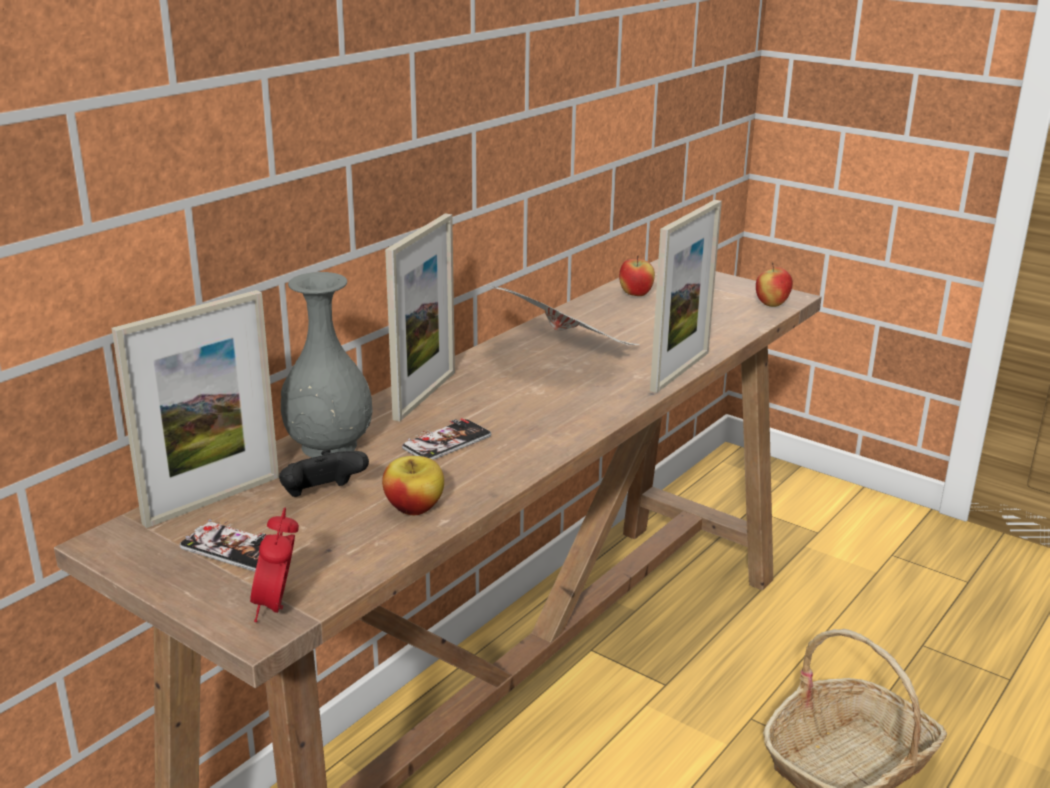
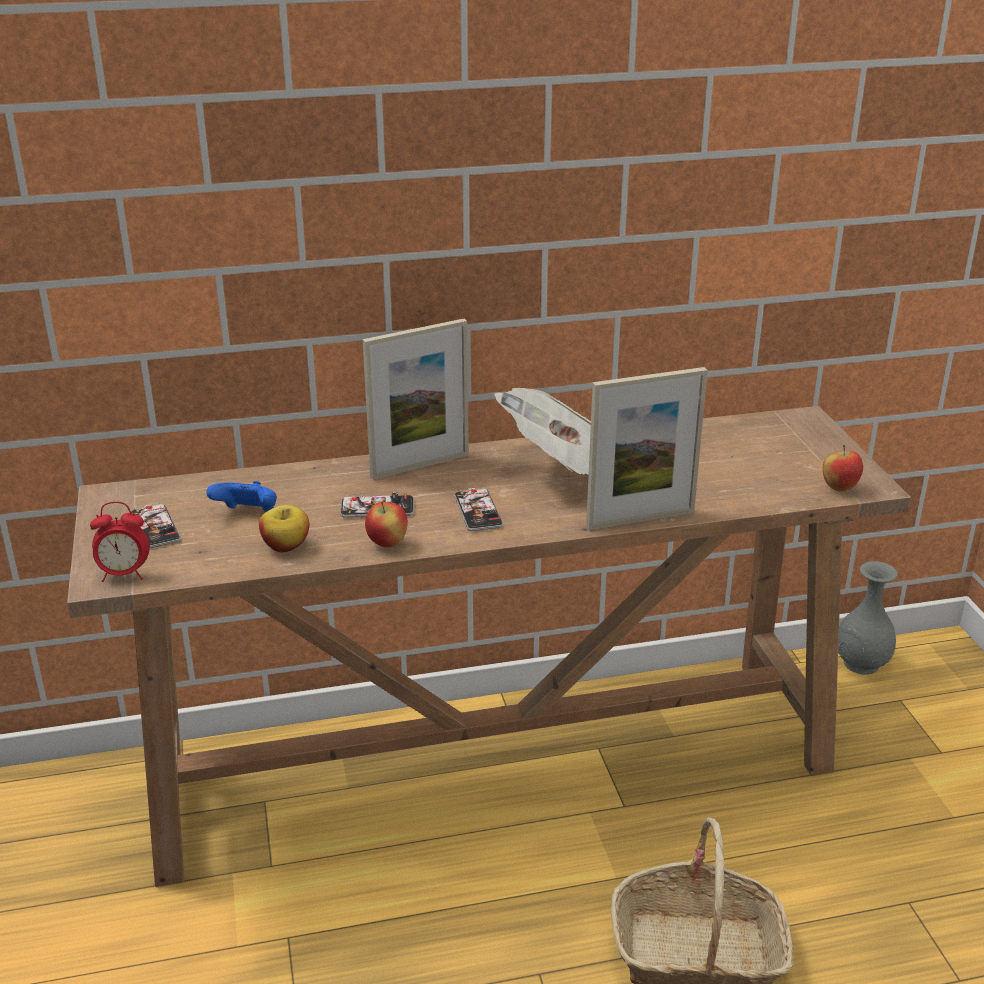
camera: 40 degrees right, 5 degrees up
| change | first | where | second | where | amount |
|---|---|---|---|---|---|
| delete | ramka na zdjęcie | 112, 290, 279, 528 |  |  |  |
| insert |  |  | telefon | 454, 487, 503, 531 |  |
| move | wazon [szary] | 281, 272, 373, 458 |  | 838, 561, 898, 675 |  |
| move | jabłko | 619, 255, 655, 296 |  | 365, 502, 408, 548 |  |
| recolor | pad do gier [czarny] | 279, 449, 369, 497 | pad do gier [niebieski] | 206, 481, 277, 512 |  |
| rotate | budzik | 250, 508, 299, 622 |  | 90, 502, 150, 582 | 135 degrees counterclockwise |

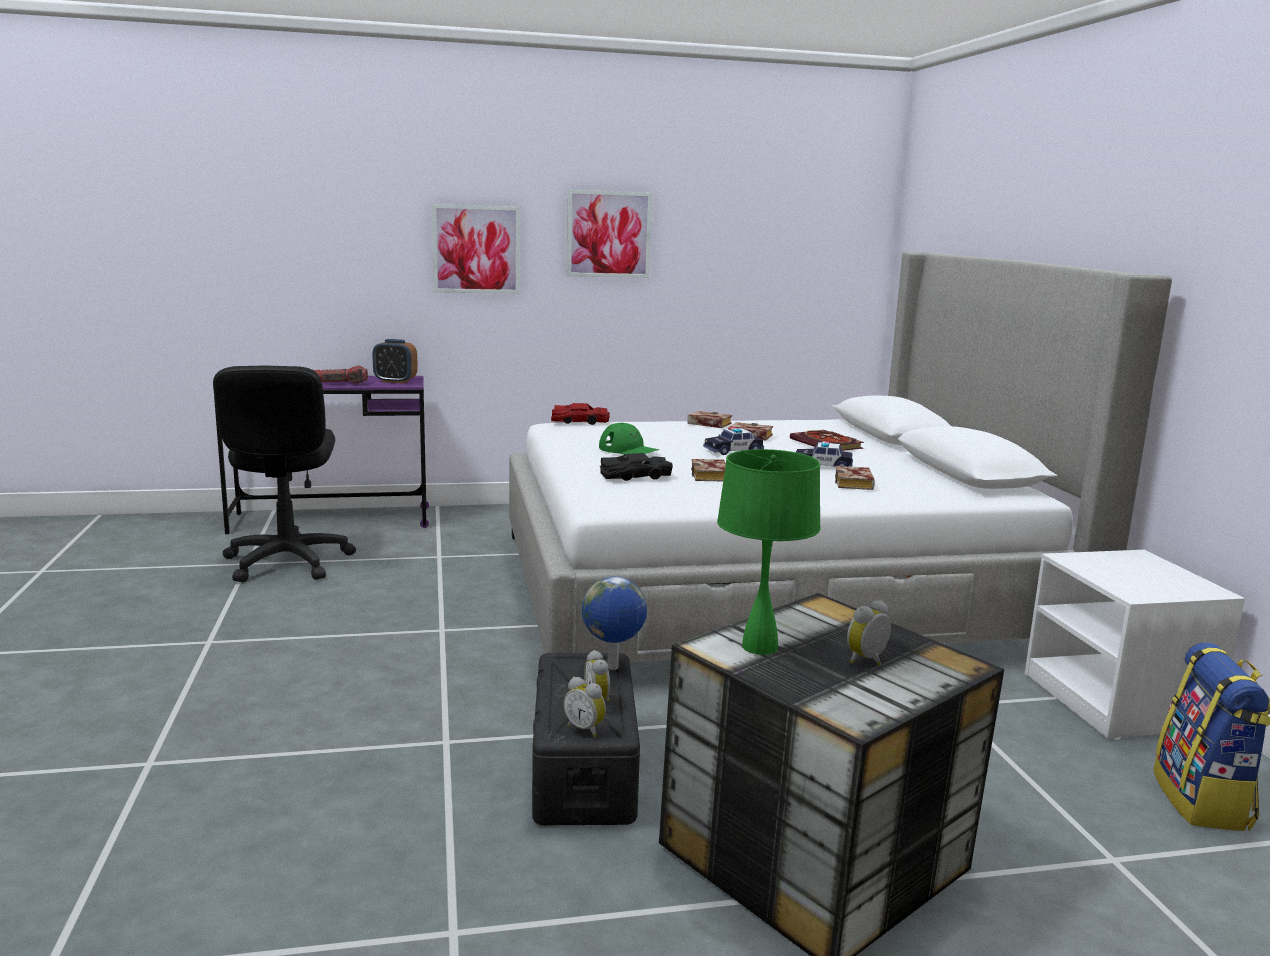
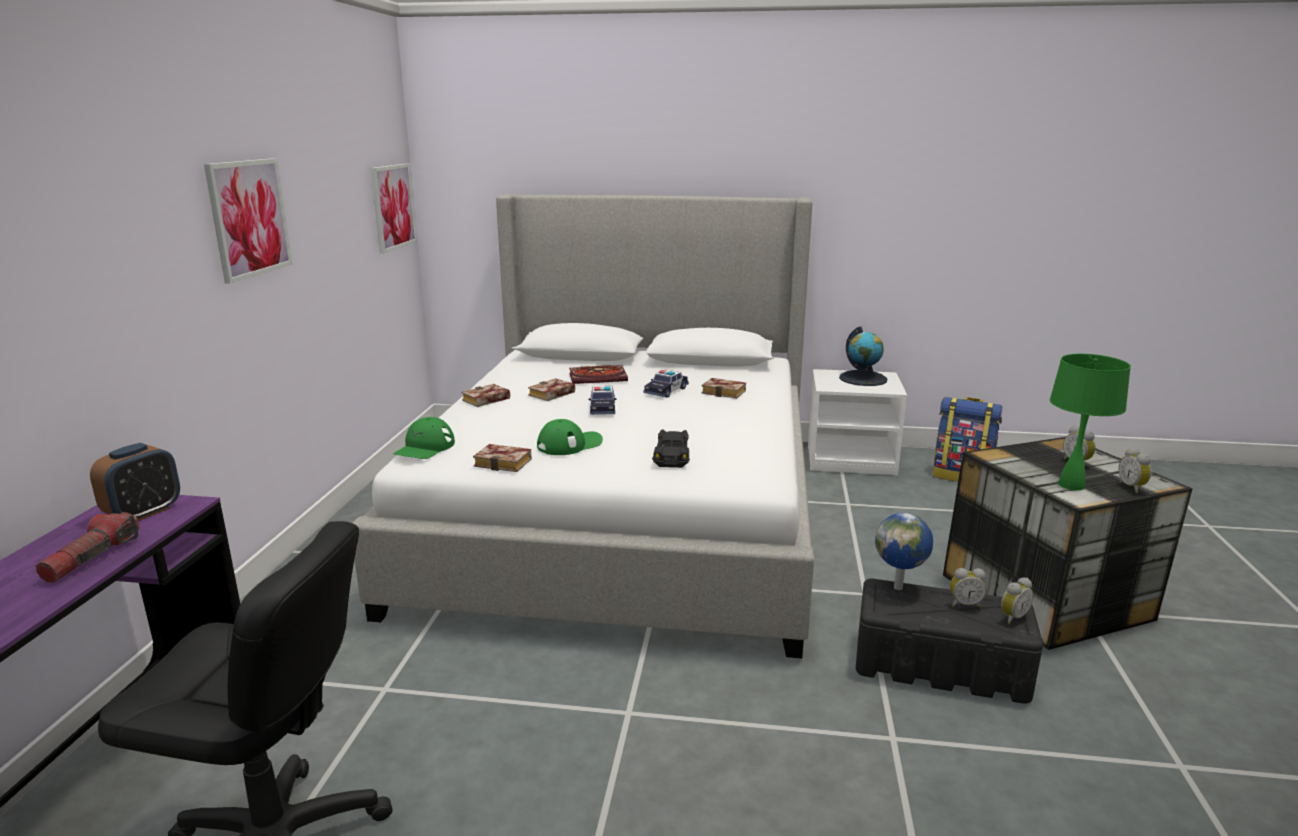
camera: 70 degrees left, 5 degrees up
| change | first | where | second | where | amount |
|---|---|---|---|---|---|
| insert |  |  | globus | 839, 326, 887, 386 |  |
| insert |  |  | budzik | 1118, 447, 1151, 493 |  |
| move | obraz | 432, 204, 520, 294 |  | 371, 164, 417, 253 |  |
| move | książka | 691, 459, 726, 481 |  | 473, 444, 532, 472 |  |
| replace | samochodzik [czerwony] | 551, 403, 610, 425 | czapka z daszkiem [zielony] | 393, 417, 455, 459 |  |

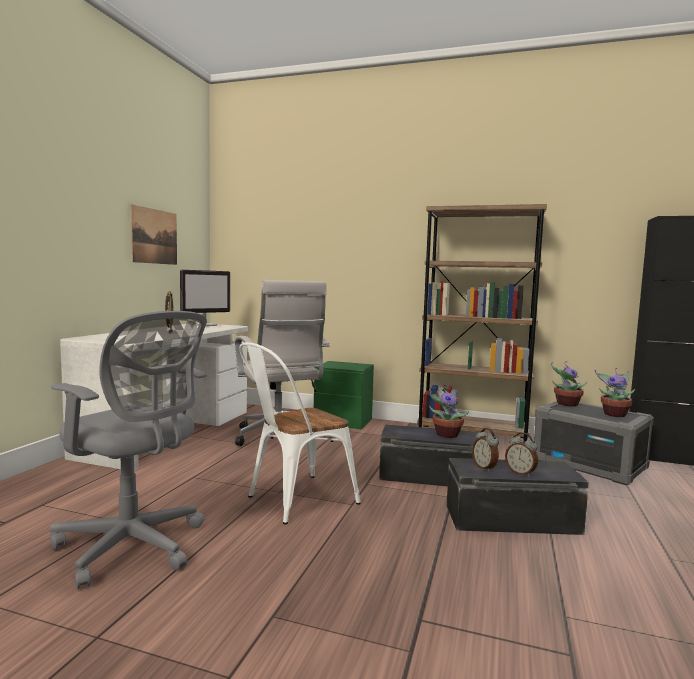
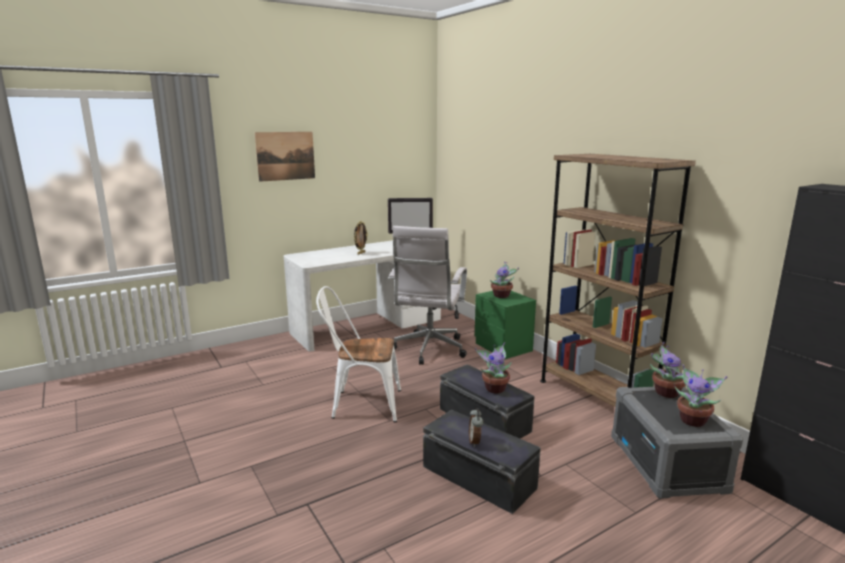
camera: 40 degrees right, 10 degrees up
| change | first | where | second | where | amount |
|---|---|---|---|---|---|
| delete | krzesło biurowe [szary] | 50, 311, 207, 589 |  |  |  |
| delete | budzik | 472, 428, 499, 472 |  |  |  |
| insert |  |  | roślina doniczkowa | 490, 261, 519, 298 |  |
| move | obraz | 131, 204, 177, 265 |  | 255, 132, 315, 182 |  |

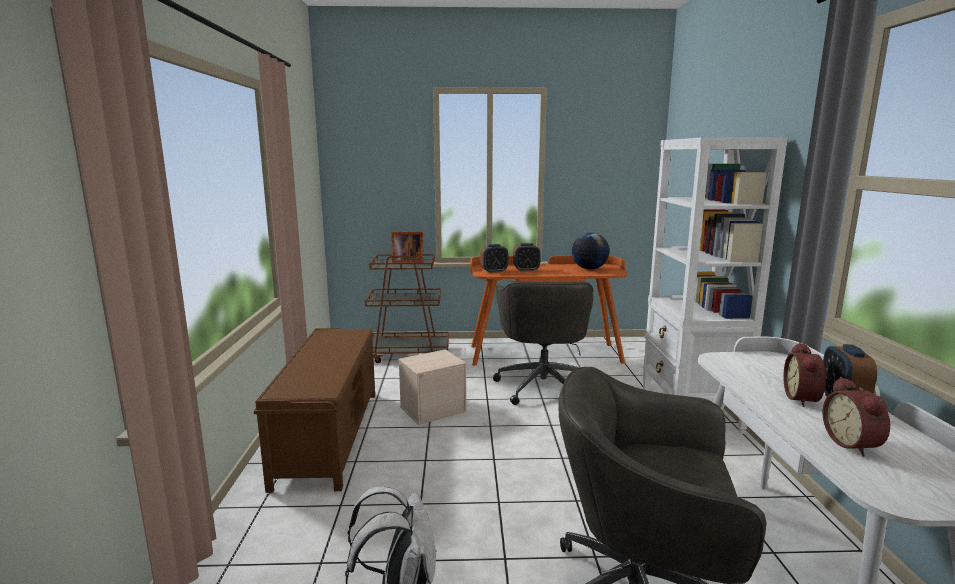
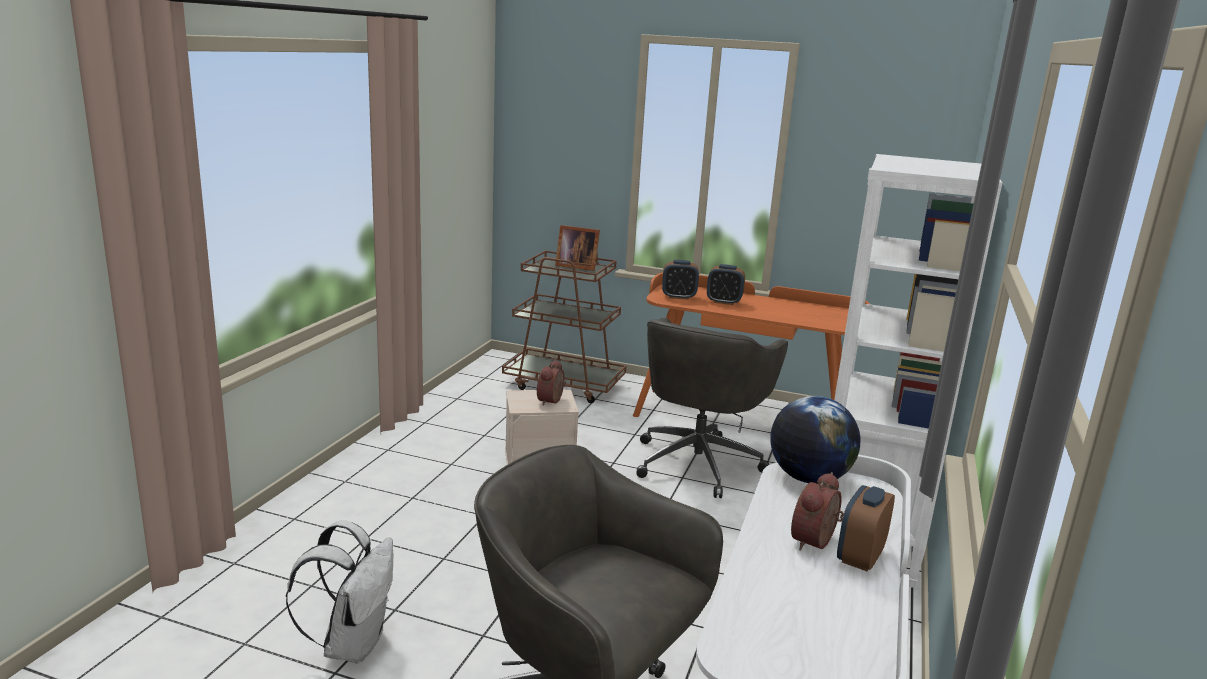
camera: 20 degrees right, 5 degrees up
| change | first | where | second | where | amount |
|---|---|---|---|---|---|
| delete | ławka [brązowy] | 254, 328, 375, 493 |  |  |  |
| move | globus | 572, 232, 610, 270 |  | 770, 396, 861, 484 |  |
| move | budzik | 823, 377, 890, 457 |  | 537, 360, 566, 406 |  |

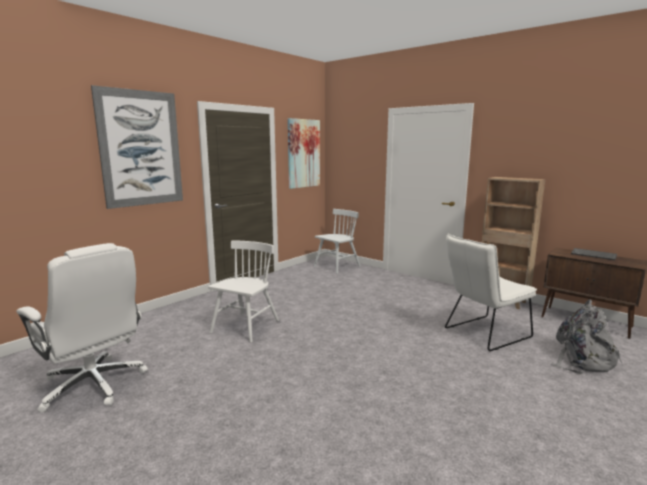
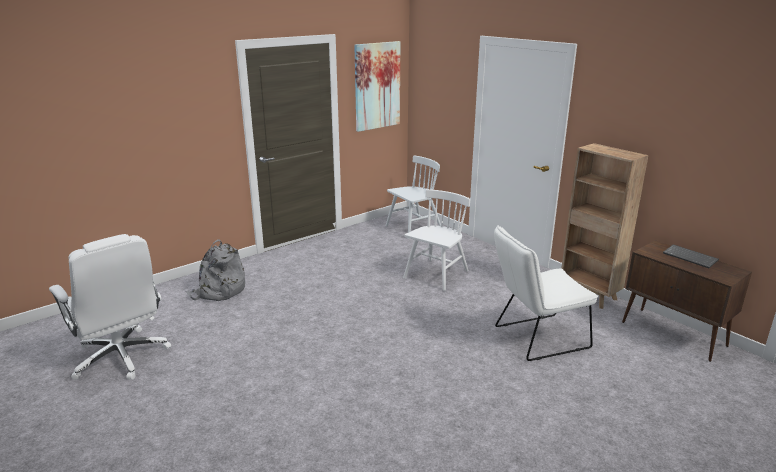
camera: 10 degrees right, 10 degrees up
| change | first | where | second | where | amount |
|---|---|---|---|---|---|
| delete | obraz | 91, 85, 183, 209 |  |  |  |
| move | krzesło [biały] | 208, 240, 279, 343 |  | 403, 189, 470, 291 |  |
| move | plecak [szary] | 551, 299, 622, 374 |  | 186, 239, 245, 301 |  |

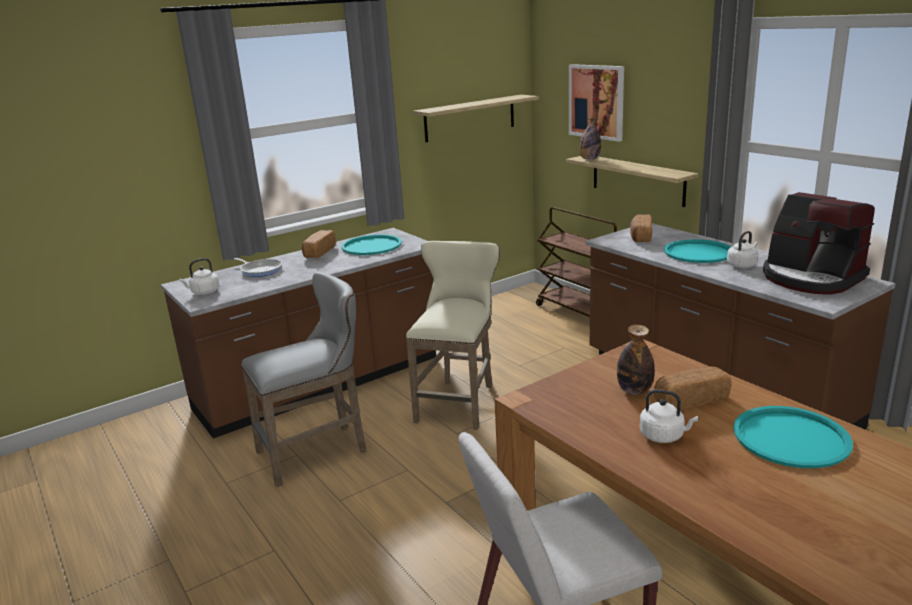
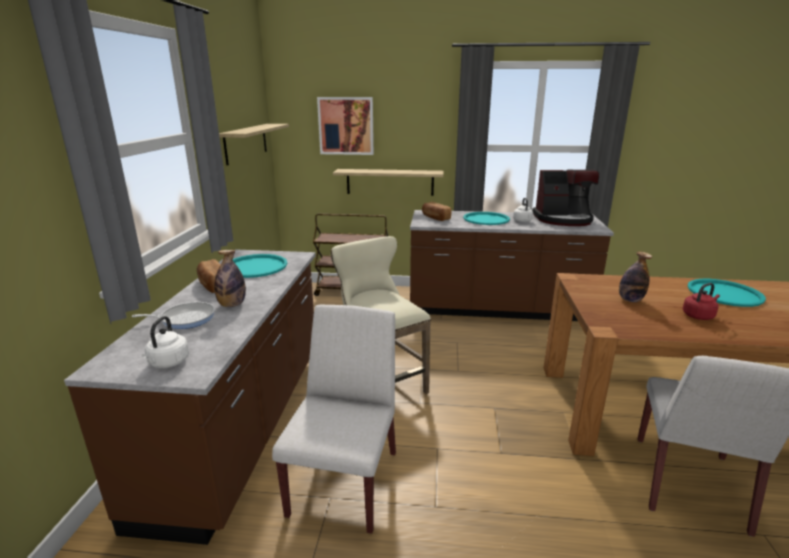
camera: 50 degrees left, 0 degrees up
| change | first | where | second | where | amount |
|---|---|---|---|---|---|
| delete | chleb | 654, 367, 731, 409 |  |  |  |
| move | butelka | 580, 118, 601, 160 |  | 214, 250, 246, 307 |  |
| replace | stołek [szary] | 241, 272, 366, 487 | krzesło [biały] | 272, 304, 396, 534 |  |
| recolor | czajnik [biały] | 640, 389, 698, 443 | czajnik [czerwony] | 683, 283, 720, 320 |  |

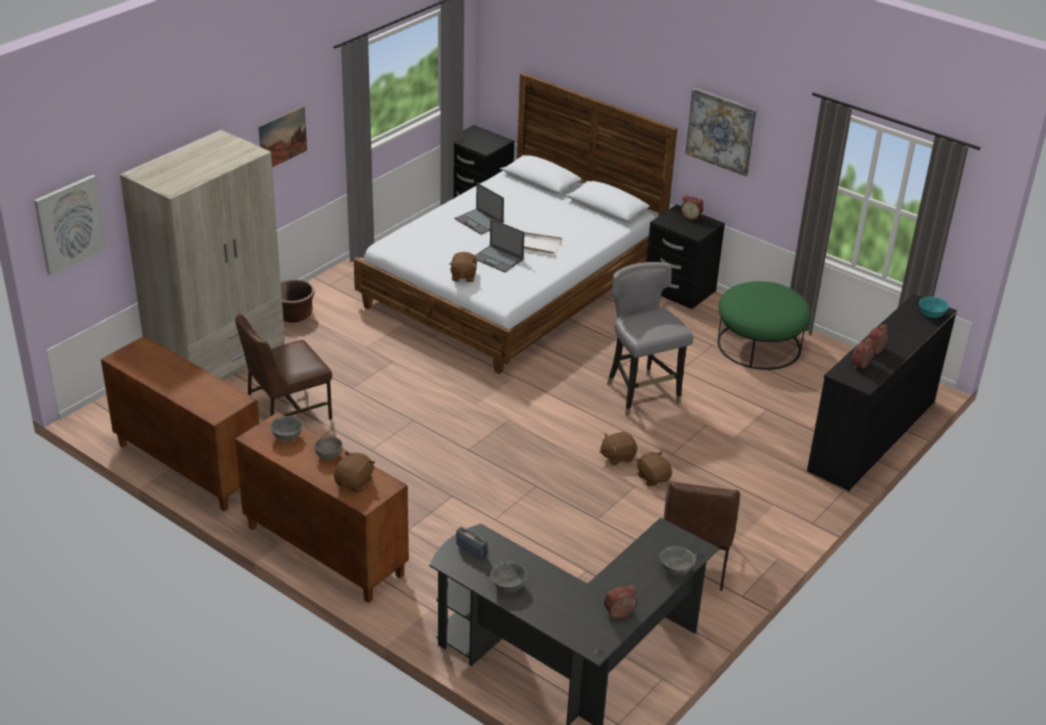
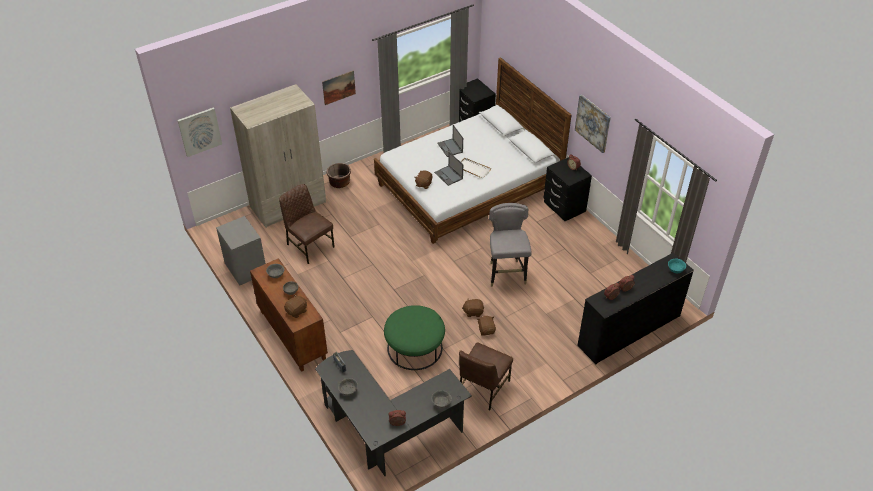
camera: 20 degrees right, 10 degrees up
| change | first | where | second | where | amount |
|---|---|---|---|---|---|
| move | pufa [zielony] | 717, 281, 811, 370 |  | 384, 305, 445, 370 |  |
| replace | szafka [brązowy] | 101, 336, 259, 512 | szafka nocna [szary] | 216, 216, 266, 285 |  |
| rotate | krzesło [brązowy] | 235, 315, 332, 419 |  | 279, 184, 335, 264 | 60 degrees clockwise |

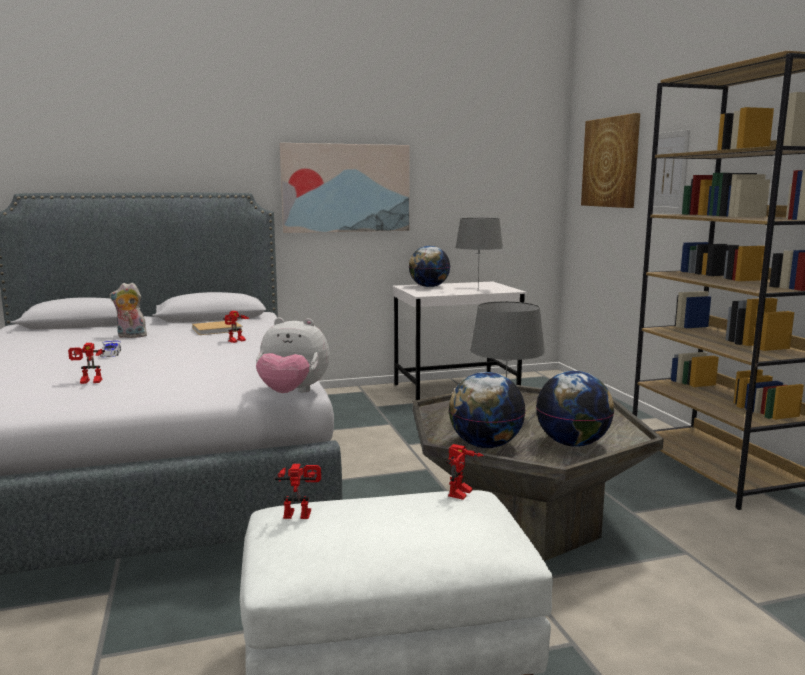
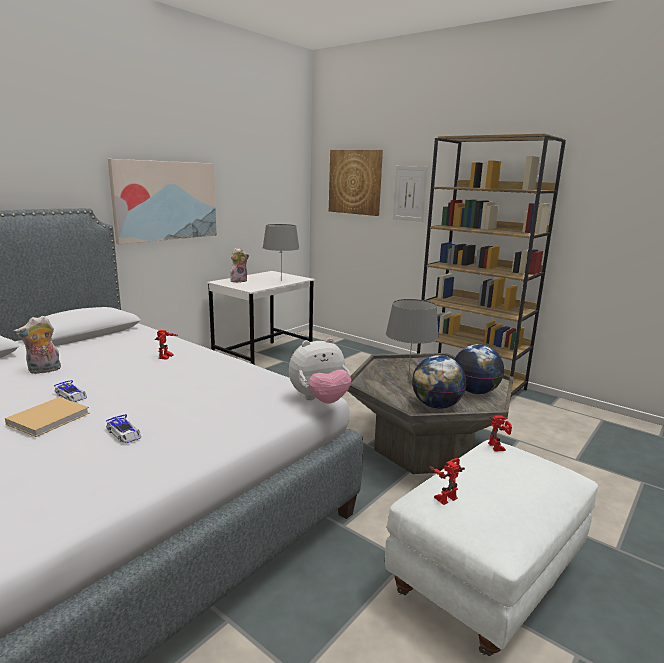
camera: 35 degrees left, 5 degrees up
| change | first | where | second | where | amount |
|---|---|---|---|---|---|
| move | książka [beżowy] | 192, 321, 243, 335 |  | 5, 397, 90, 437 |  |
| replace | robot zabawkowy | 68, 343, 105, 384 | samochodzik | 106, 414, 141, 443 |  |
| replace | globus | 409, 246, 450, 287 | pluszak | 230, 248, 249, 282 |  |

